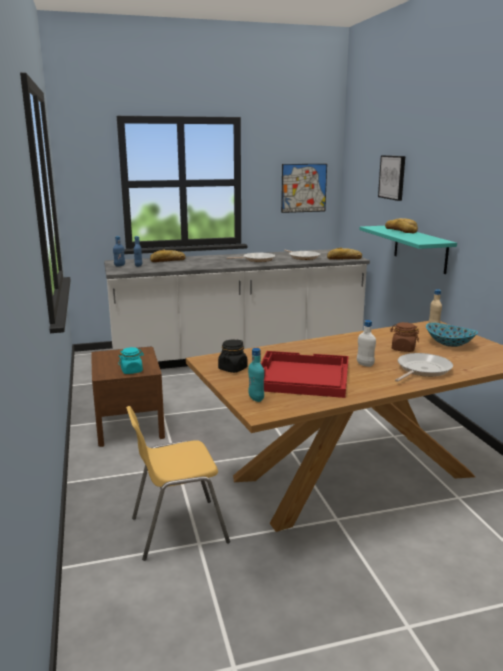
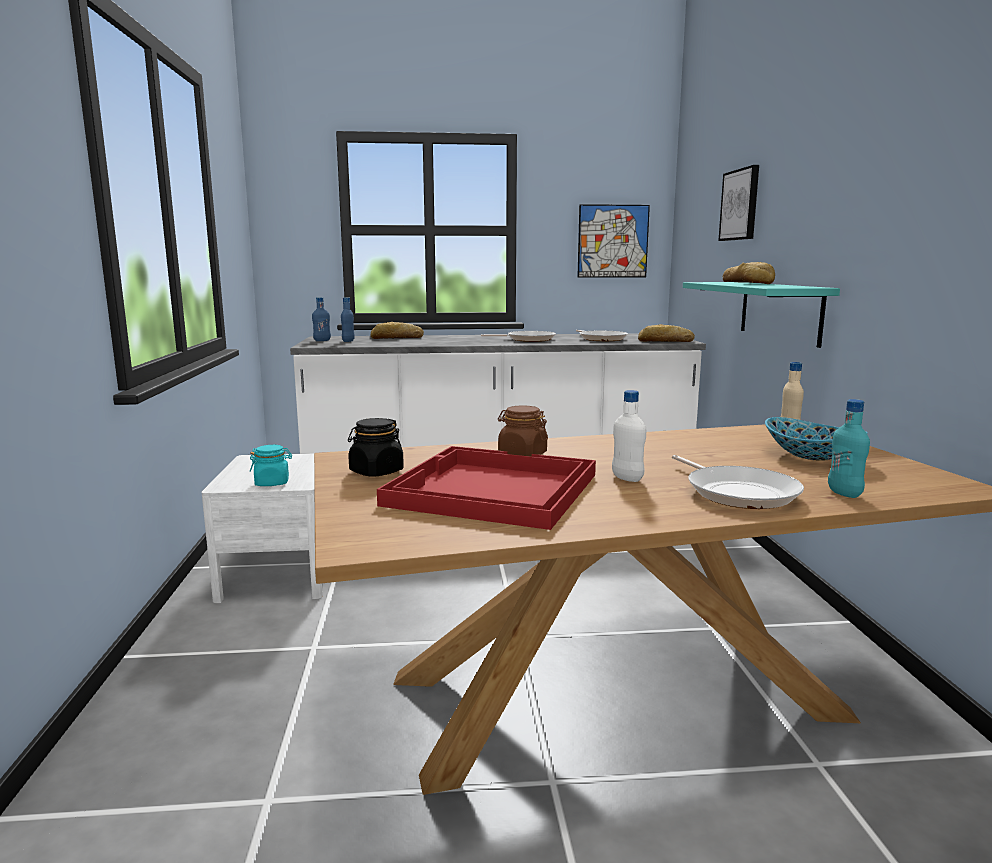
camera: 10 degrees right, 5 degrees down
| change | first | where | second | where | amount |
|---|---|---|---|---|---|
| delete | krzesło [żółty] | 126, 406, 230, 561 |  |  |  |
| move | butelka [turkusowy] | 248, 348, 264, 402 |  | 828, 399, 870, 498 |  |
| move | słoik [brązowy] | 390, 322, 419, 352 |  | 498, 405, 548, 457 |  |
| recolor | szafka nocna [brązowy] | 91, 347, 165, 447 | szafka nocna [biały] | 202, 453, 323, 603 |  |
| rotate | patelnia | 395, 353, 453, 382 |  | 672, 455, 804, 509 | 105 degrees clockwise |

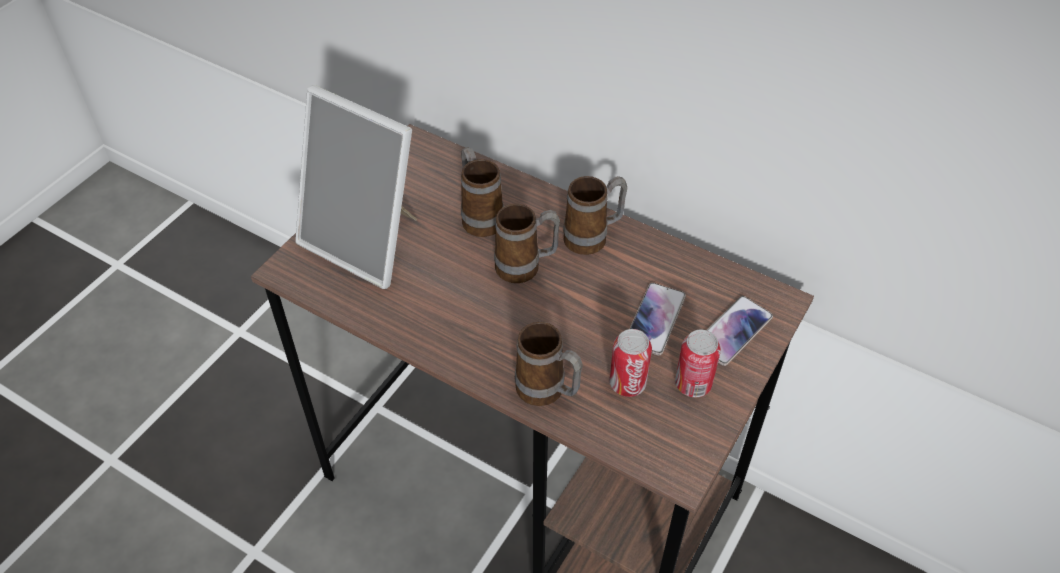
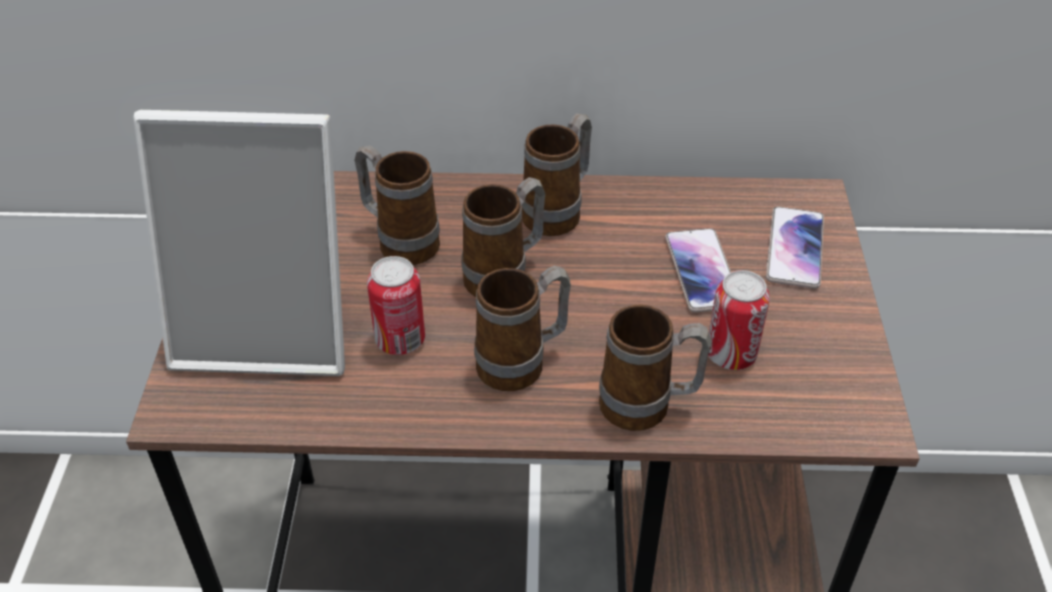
camera: 30 degrees left, 5 degrees down
| change | first | where | second | where | amount |
|---|---|---|---|---|---|
| insert |  |  | kubek | 474, 266, 571, 391 |  |
| move | puszka | 675, 330, 721, 397 |  | 367, 256, 425, 355 |  |

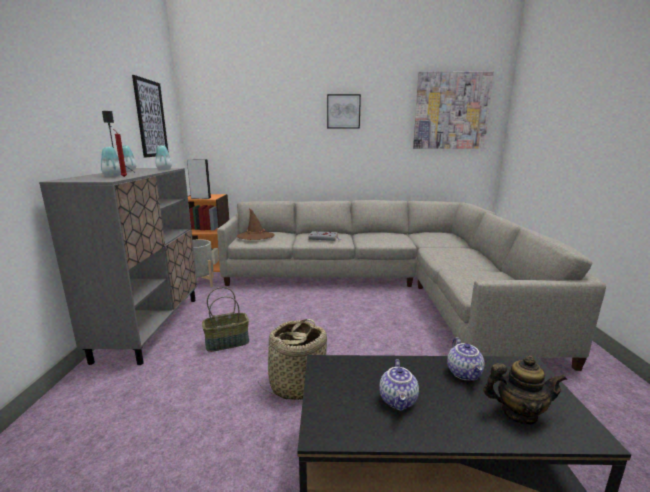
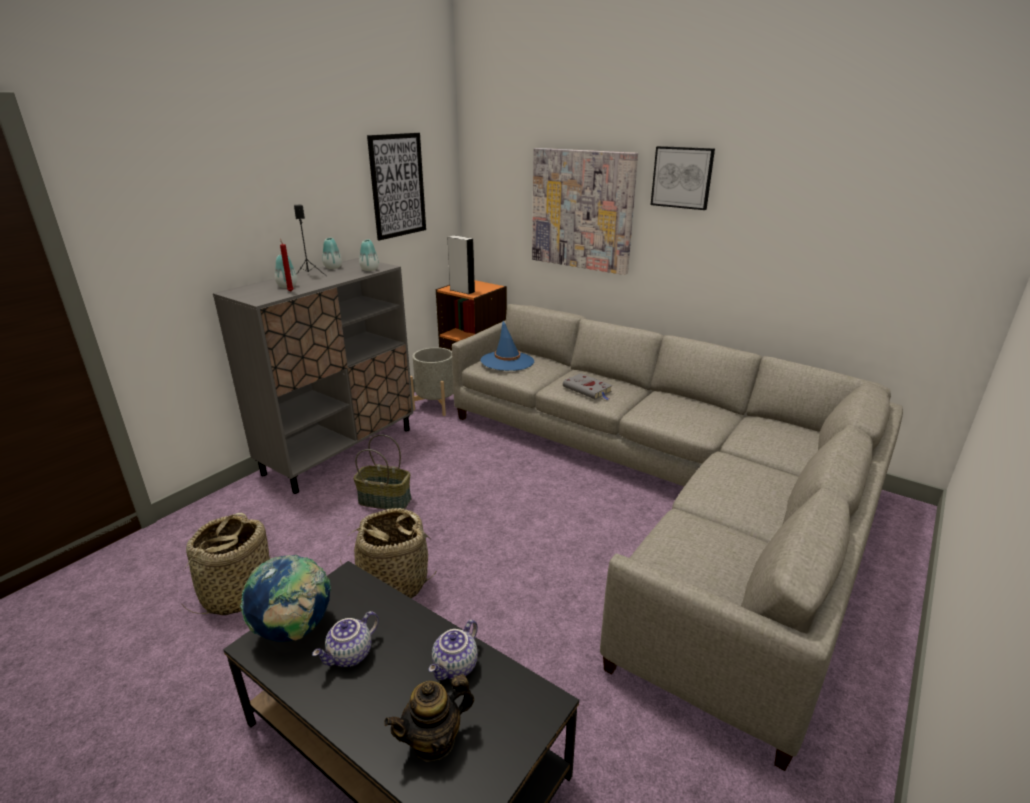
camera: 35 degrees right, 10 degrees up
| change | first | where | second | where | amount |
|---|---|---|---|---|---|
| insert |  |  | koszyk | 180, 513, 271, 615 |  |
| insert |  |  | globus | 240, 555, 331, 642 |  |
| move | obraz | 413, 71, 494, 149 |  | 532, 148, 638, 275 |  |
| recolor | kapelusz [brązowy] | 237, 208, 275, 240 | kapelusz [niebieski] | 480, 321, 534, 371 |  |
| rotate | imbryk | 483, 355, 567, 425 |  | 384, 675, 474, 762 | 105 degrees clockwise |

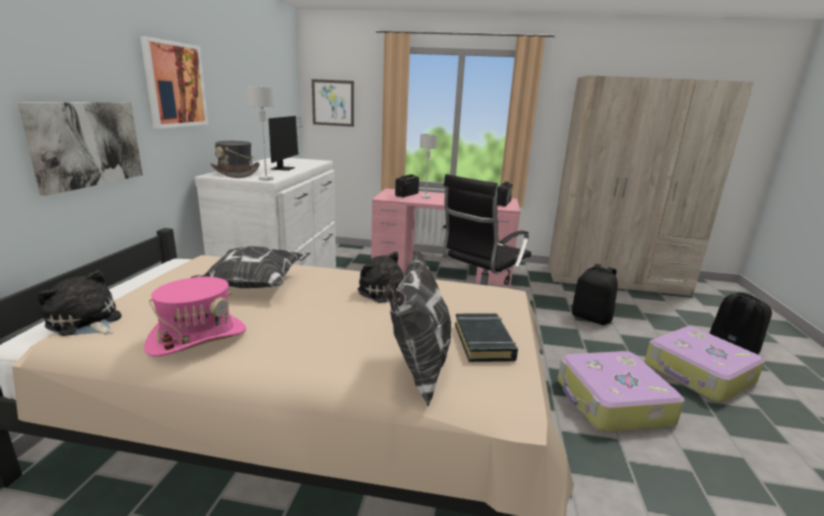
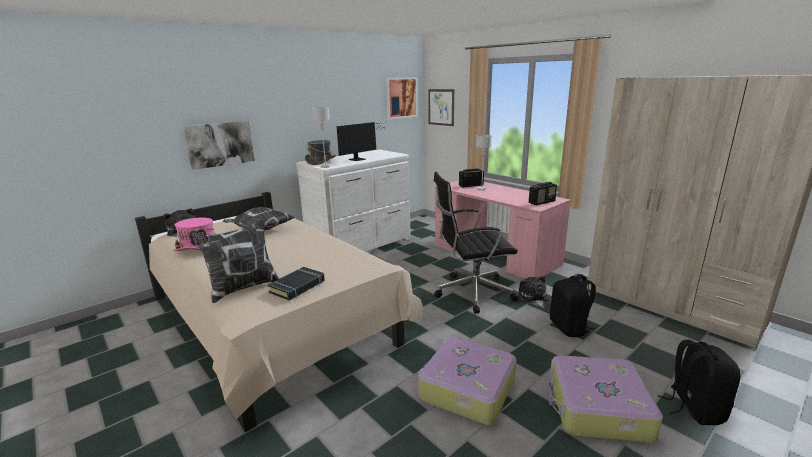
camera: 40 degrees right, 0 degrees up
| change | first | where | second | where | amount |
|---|---|---|---|---|---|
| move | obraz | 140, 36, 208, 129 |  | 386, 77, 418, 119 |  |
| move | pluszak | 358, 251, 404, 303 |  | 518, 276, 548, 308 |  |

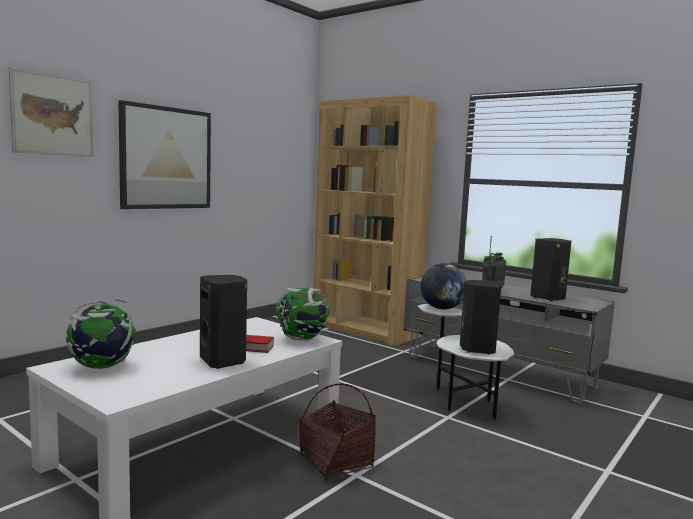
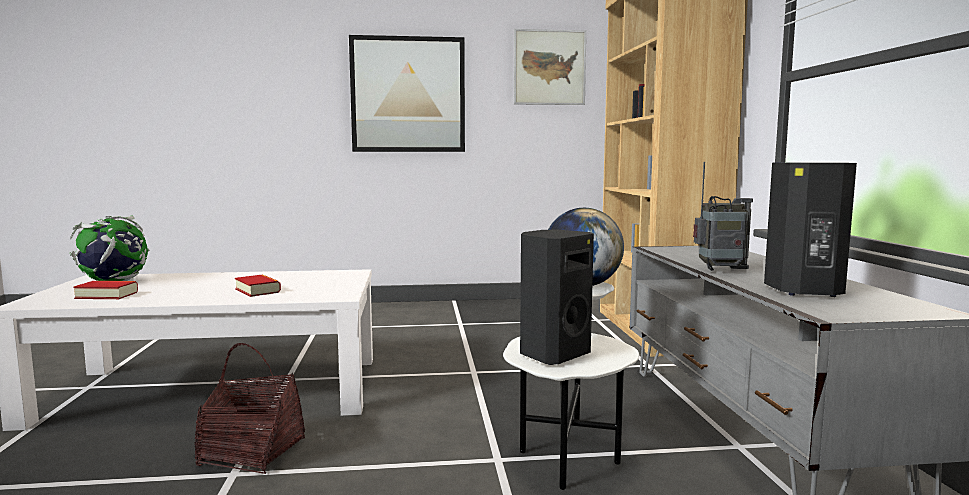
camera: 45 degrees right, 0 degrees up
| change | first | where | second | where | amount |
|---|---|---|---|---|---|
| delete | głośnik [czarny] | 200, 275, 247, 369 |  |  |  |
| delete | globus | 276, 286, 329, 341 |  |  |  |
| insert |  |  | książka | 73, 281, 138, 299 |  |
| move | obraz | 9, 67, 94, 157 |  | 514, 29, 586, 105 |  |

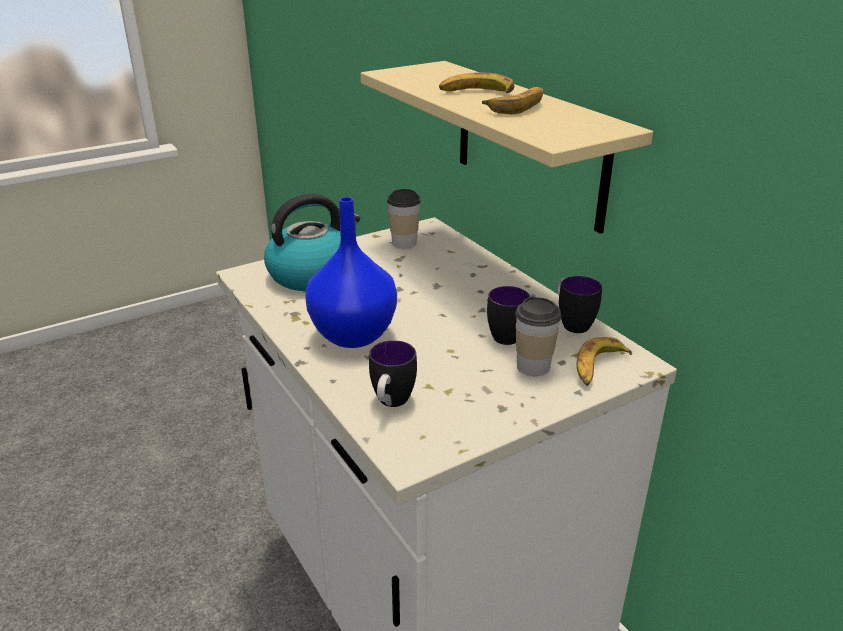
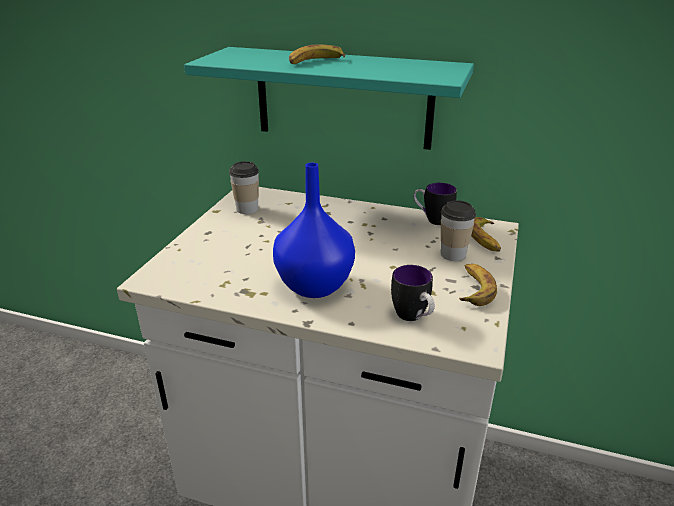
camera: 40 degrees left, 0 degrees up
| change | first | where | second | where | amount |
|---|---|---|---|---|---|
| delete | czajnik | 264, 193, 360, 291 |  |  |  |
| delete | kubek | 487, 286, 536, 345 |  |  |  |
| move | banan | 482, 87, 544, 114 |  | 459, 264, 497, 306 |  |
| recolor | półka [beżowy] | 361, 61, 653, 234 | półka [turkusowy] | 184, 47, 474, 150 |  |

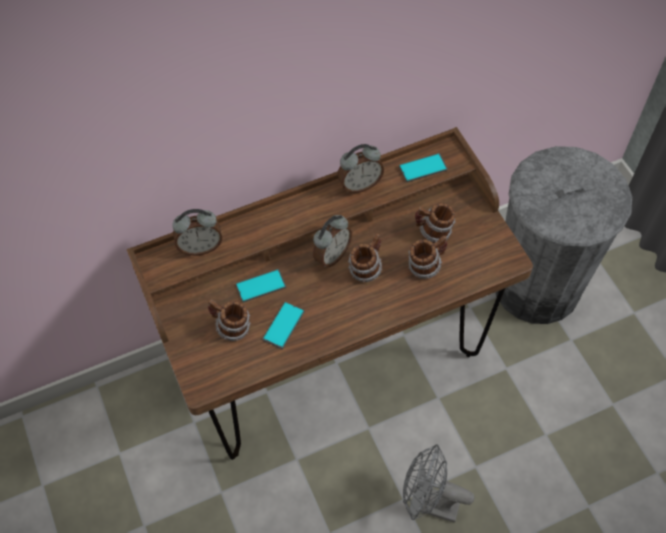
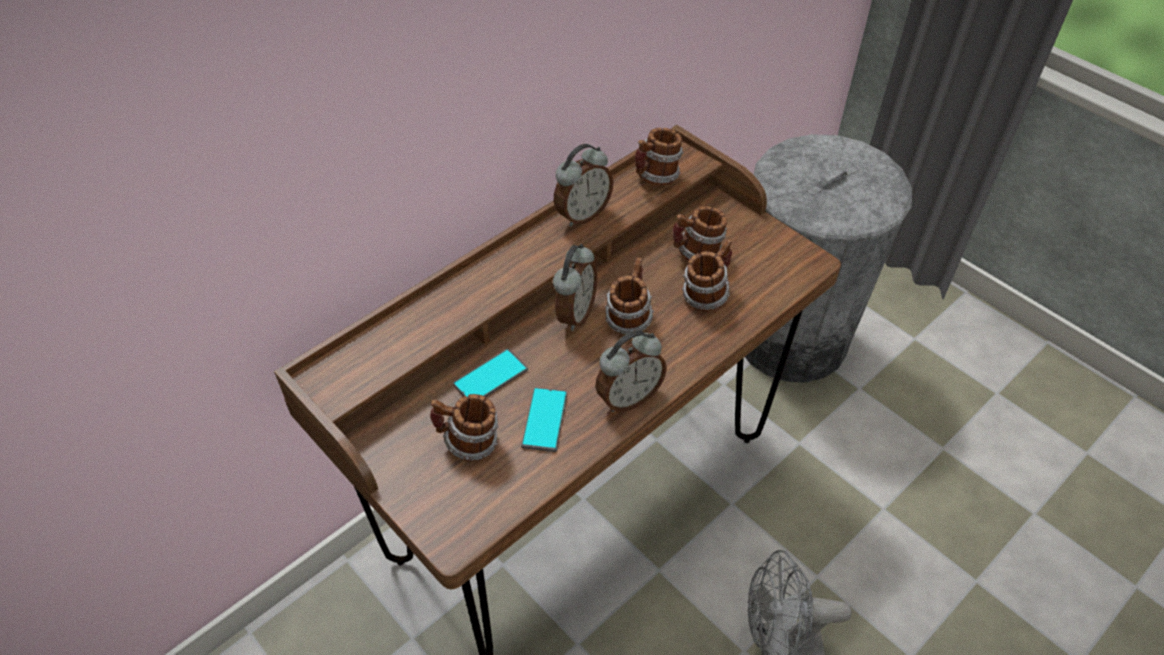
camera: 20 degrees left, 10 degrees down
| change | first | where | second | where | amount |
|---|---|---|---|---|---|
| move | budzik | 172, 209, 222, 256 |  | 595, 331, 667, 412 |  |
| replace | telefon | 399, 153, 448, 182 | kubek | 635, 128, 684, 186 |  |

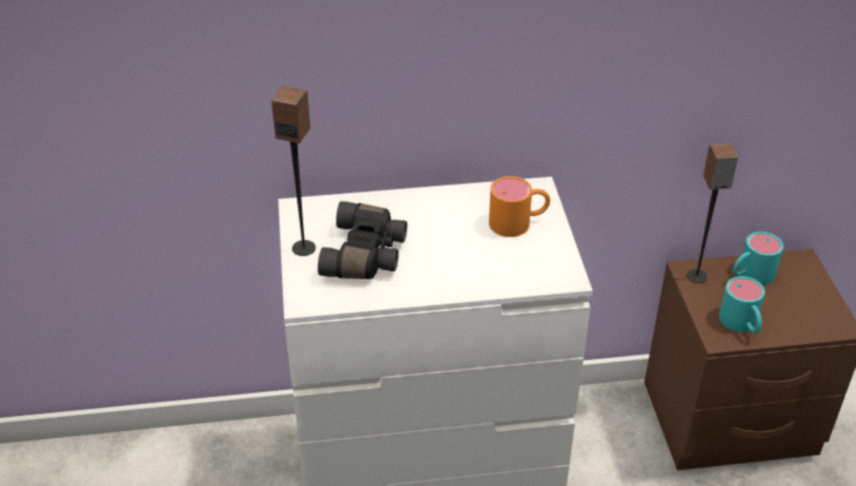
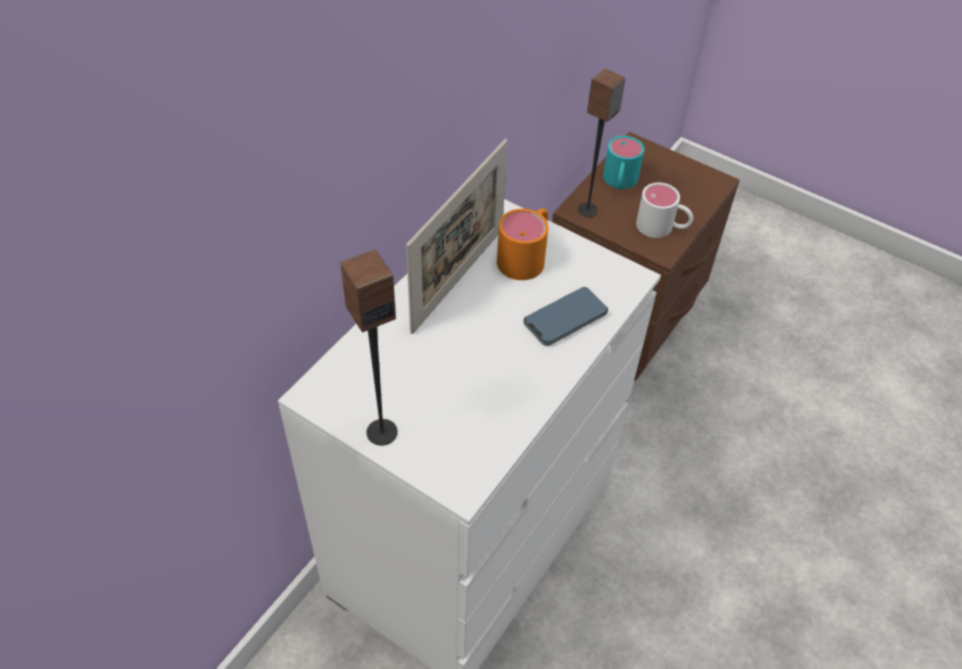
camera: 50 degrees left, 10 degrees up
| change | first | where | second | where | amount |
|---|---|---|---|---|---|
| delete | lornetka [czarny] | 318, 201, 407, 279 |  |  |  |
| insert |  |  | ramka na zdjęcie | 406, 139, 508, 334 |  |
| insert |  |  | telefon | 524, 287, 608, 346 |  |
| recolor | kubek [turkusowy] | 719, 276, 765, 333 | kubek [biały] | 636, 183, 694, 238 |  |

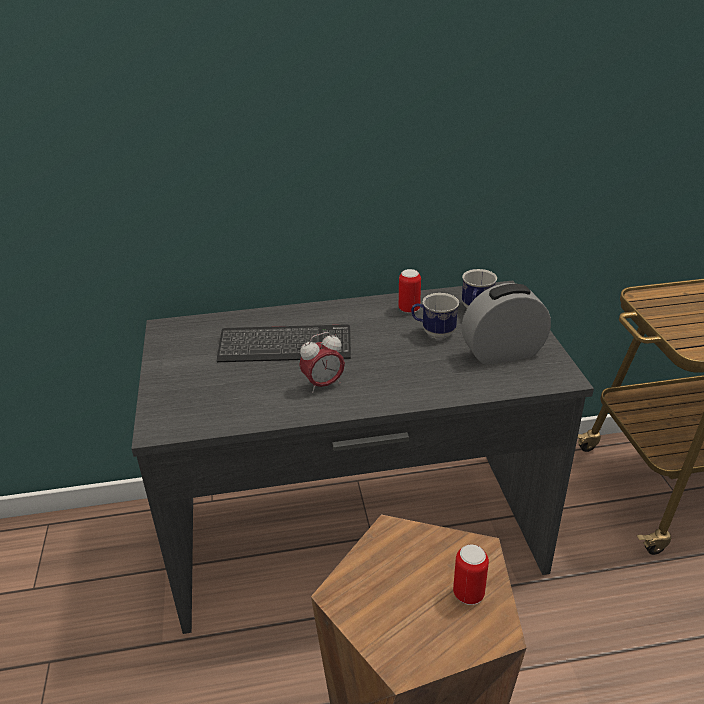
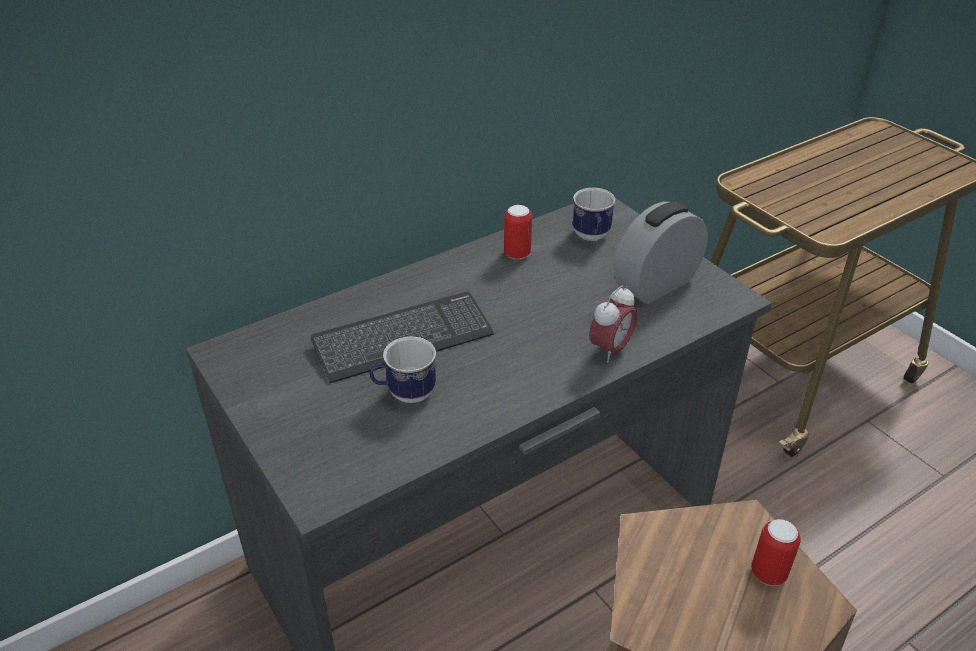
camera: 25 degrees left, 5 degrees up
| change | first | where | second | where | amount |
|---|---|---|---|---|---|
| move | budzik | 299, 332, 345, 393 |  | 589, 285, 637, 363 |  |
| move | kubek | 411, 293, 459, 339 |  | 369, 336, 436, 403 |  |

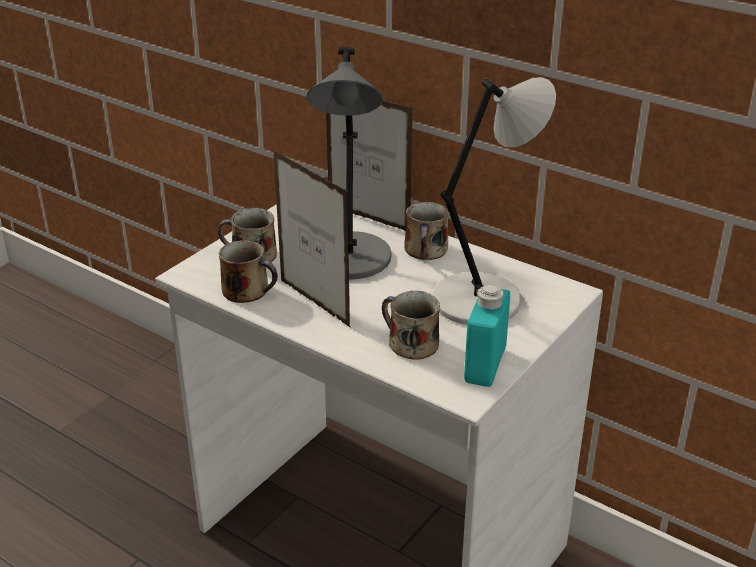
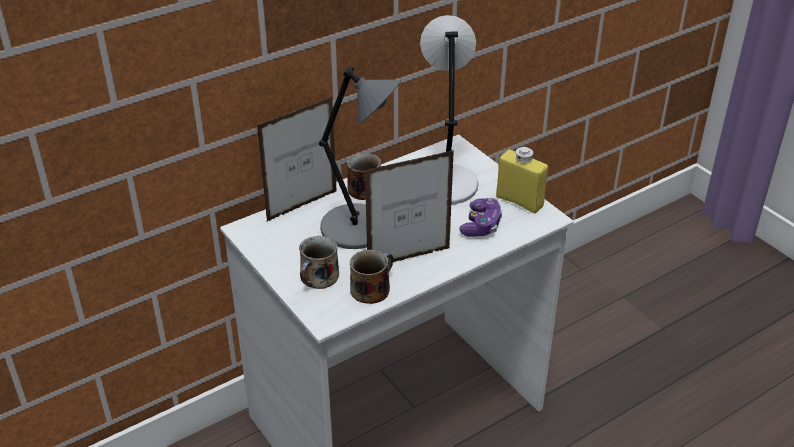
camera: 70 degrees left, 5 degrees up
| change | first | where | second | where | amount |
|---|---|---|---|---|---|
| replace | kubek | 382, 291, 440, 360 | pad do gier | 459, 198, 503, 237 |  |
| recolor | butelka [turkusowy] | 464, 285, 510, 387 | butelka [żółty] | 496, 147, 548, 213 |  |

